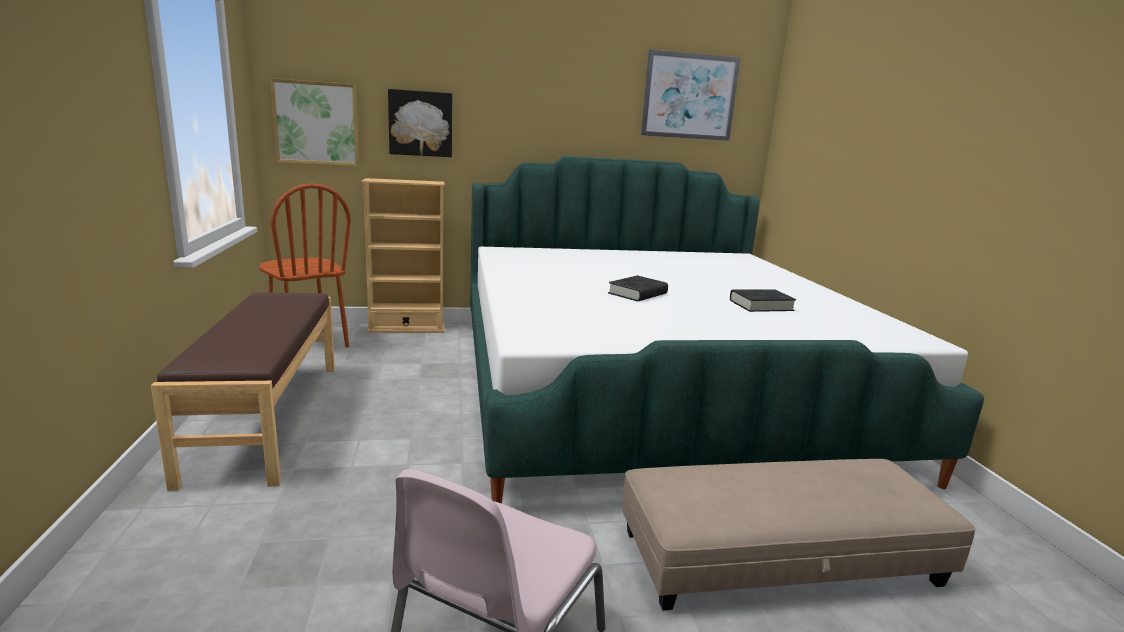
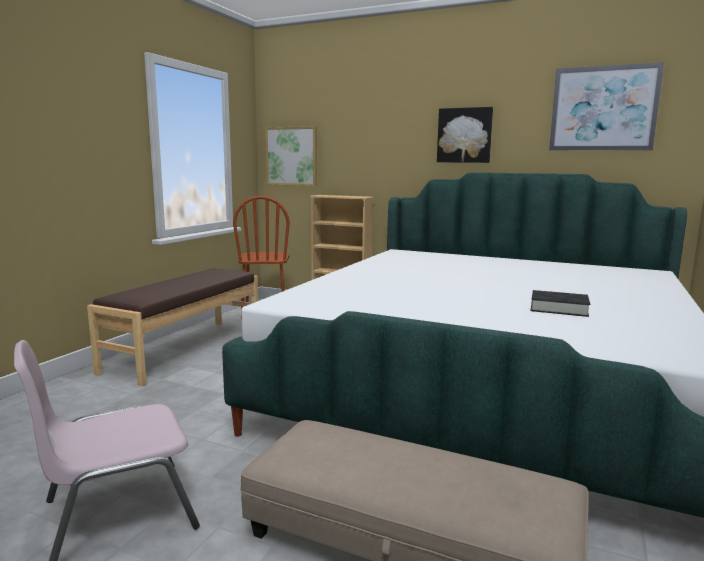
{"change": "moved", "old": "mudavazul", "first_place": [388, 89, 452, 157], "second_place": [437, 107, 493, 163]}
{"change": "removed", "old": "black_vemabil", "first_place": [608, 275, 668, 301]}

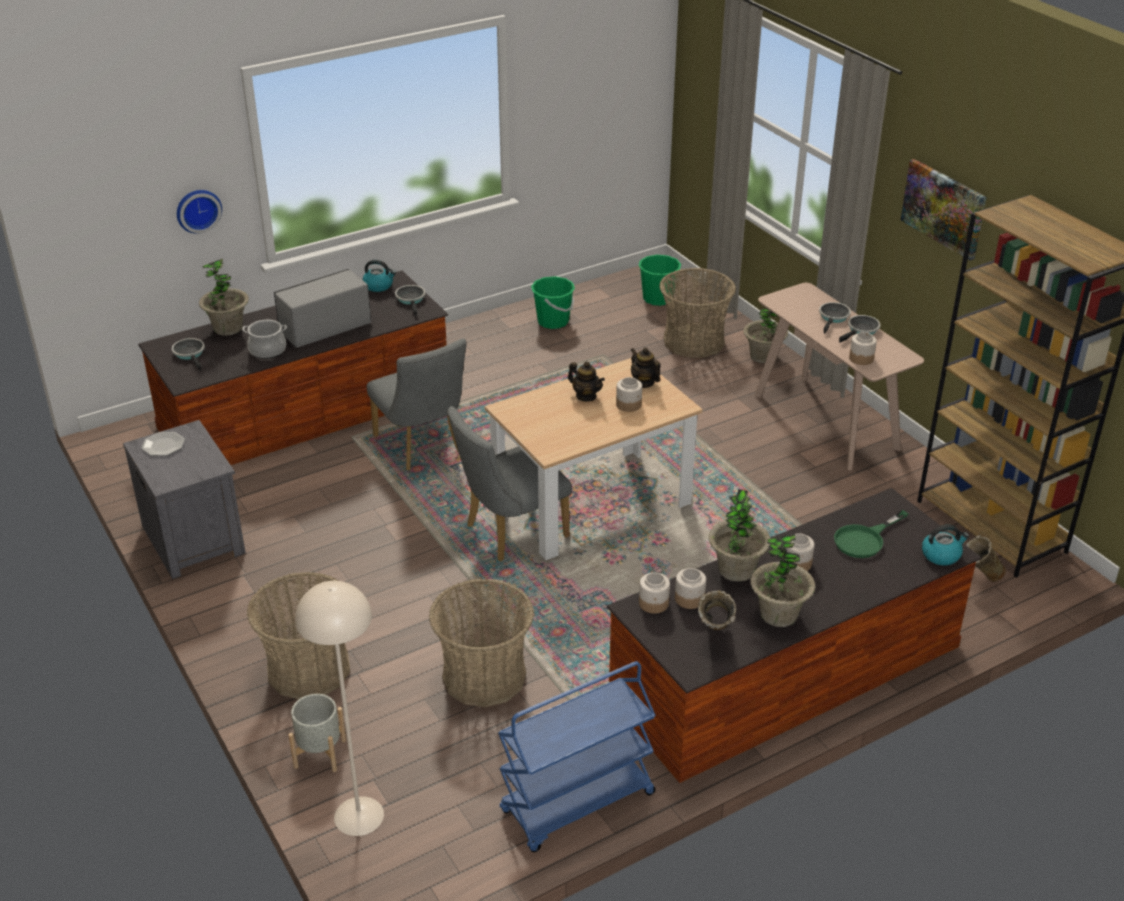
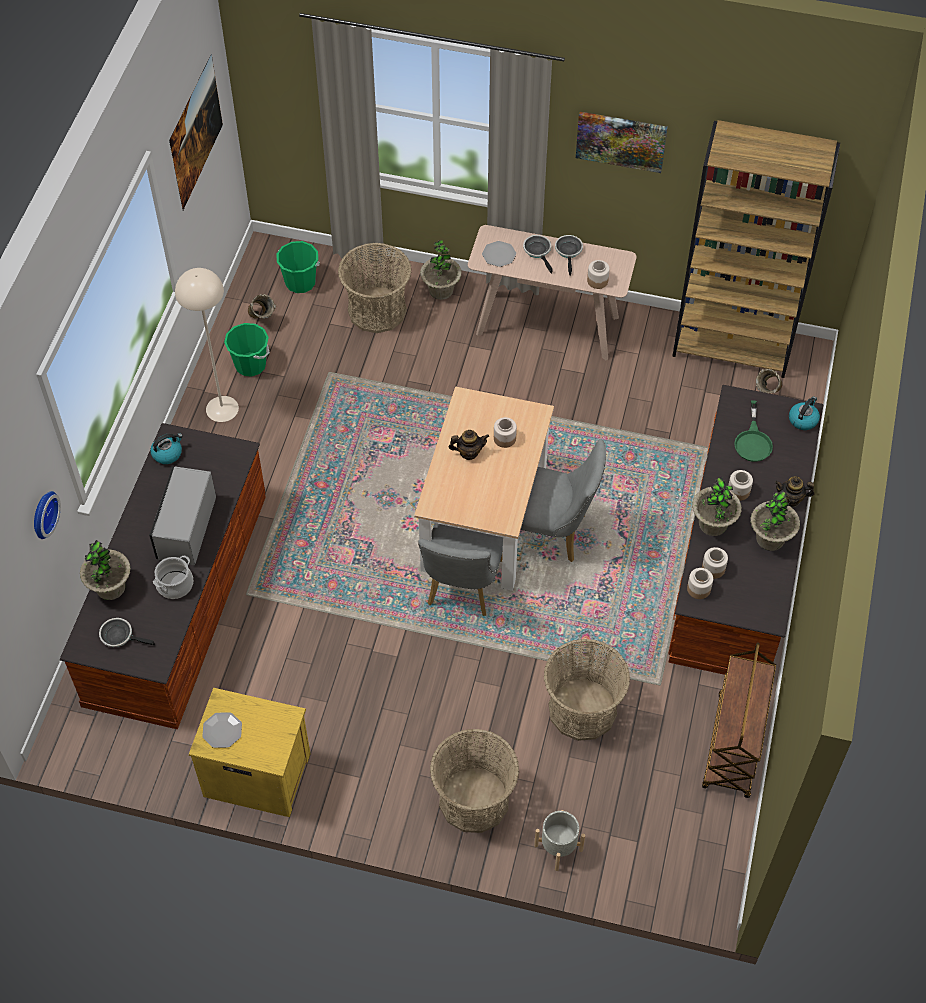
{"change": "added", "new": "mudavazul", "second_place": [169, 54, 223, 210]}
{"change": "moved", "old": "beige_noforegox", "first_place": [295, 581, 384, 836], "second_place": [175, 268, 239, 422]}
{"change": "recoloured", "old": "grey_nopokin", "new": "yellow_nopokin", "first_place": [123, 420, 246, 579], "second_place": [189, 688, 310, 817]}
{"change": "moved", "old": "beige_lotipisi", "first_place": [698, 590, 736, 630], "second_place": [248, 294, 276, 319]}
{"change": "added", "new": "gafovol", "second_place": [482, 241, 516, 267]}
{"change": "moved", "old": "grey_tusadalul", "first_place": [366, 339, 466, 470], "second_place": [521, 439, 606, 562]}
{"change": "recoloured", "old": "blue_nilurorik", "new": "brown_nilurorik", "first_place": [498, 661, 656, 852], "second_place": [702, 643, 776, 798]}
{"change": "moved", "old": "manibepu", "first_place": [631, 348, 661, 388], "second_place": [775, 476, 815, 507]}
{"change": "removed", "old": "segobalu", "first_place": [395, 285, 425, 316]}

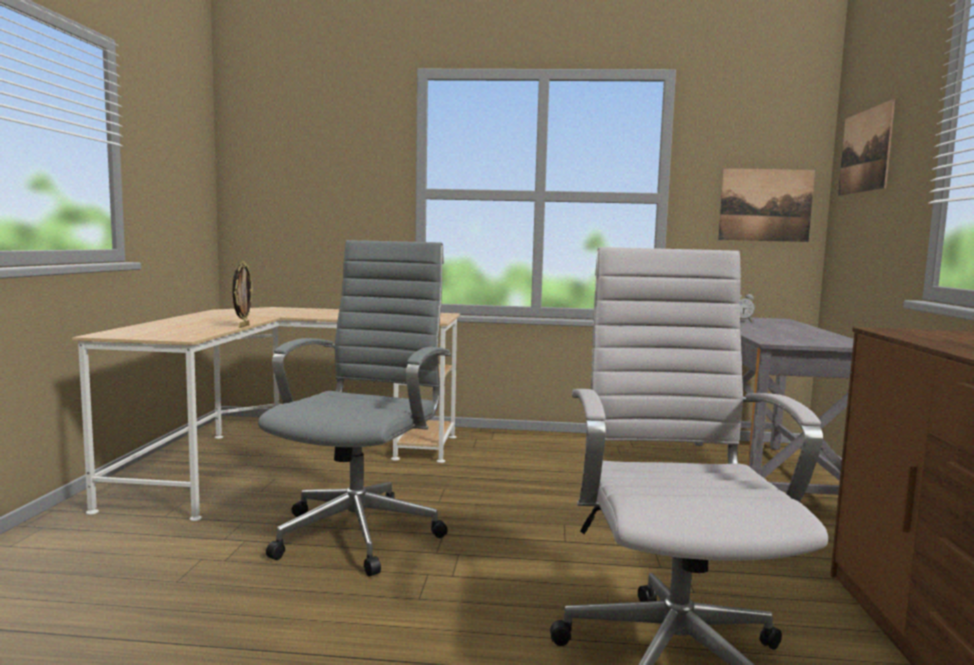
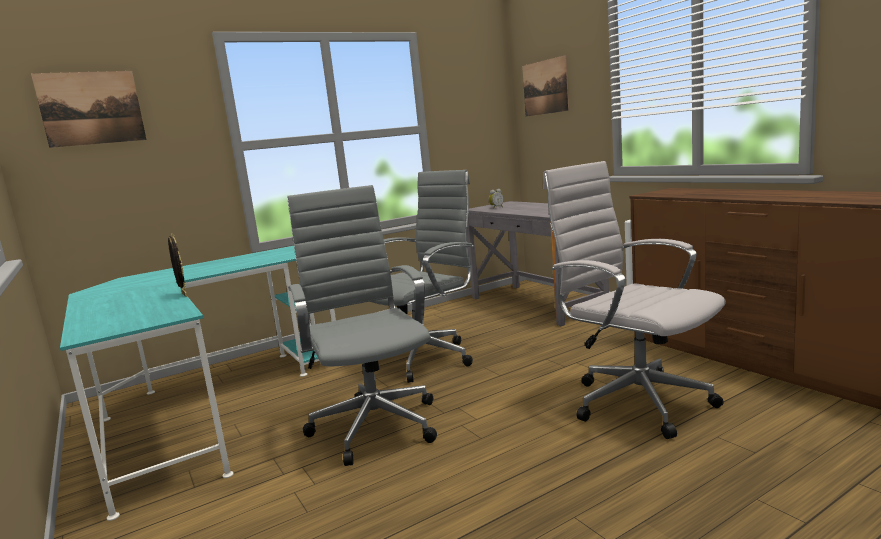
{"change": "moved", "old": "mudavazul", "first_place": [718, 168, 815, 242], "second_place": [31, 71, 147, 148]}
{"change": "recoloured", "old": "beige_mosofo", "new": "turquoise_mosofo", "first_place": [72, 307, 460, 521], "second_place": [60, 246, 336, 521]}
{"change": "added", "new": "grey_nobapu", "second_place": [370, 170, 474, 383]}

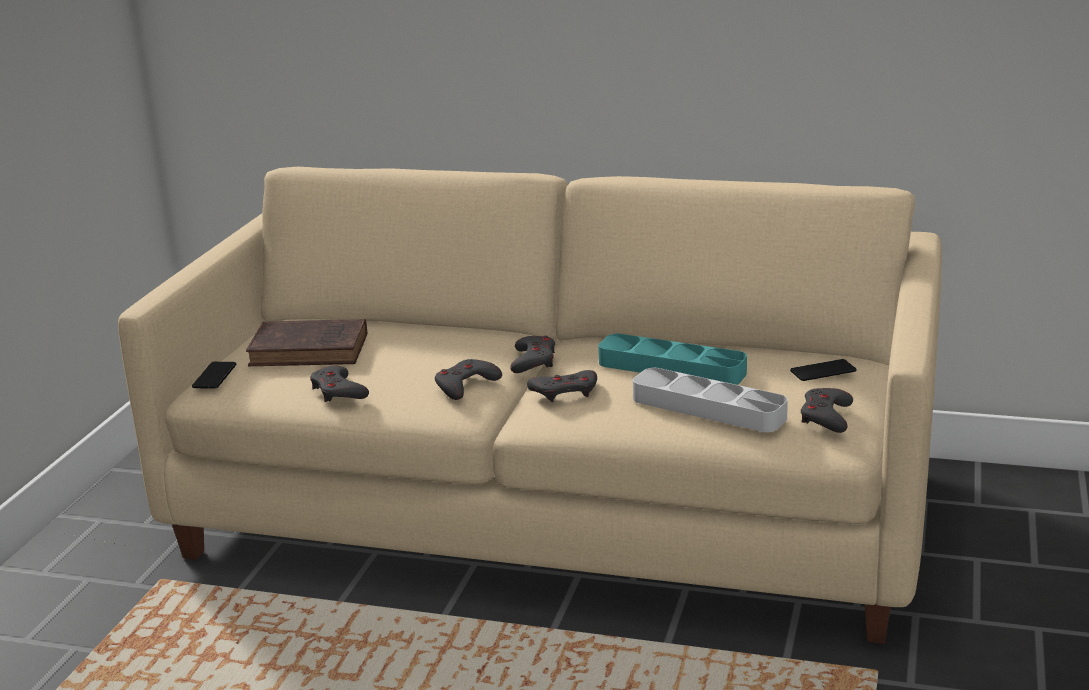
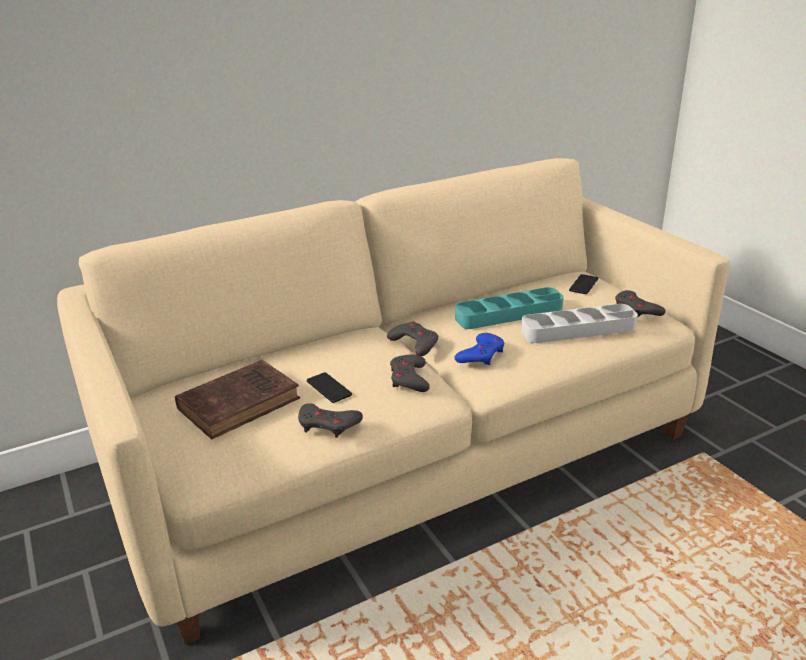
{"change": "moved", "old": "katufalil", "first_place": [192, 362, 236, 389], "second_place": [307, 372, 352, 403]}
{"change": "recoloured", "old": "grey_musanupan", "new": "blue_musanupan", "first_place": [527, 370, 597, 402], "second_place": [455, 333, 504, 365]}

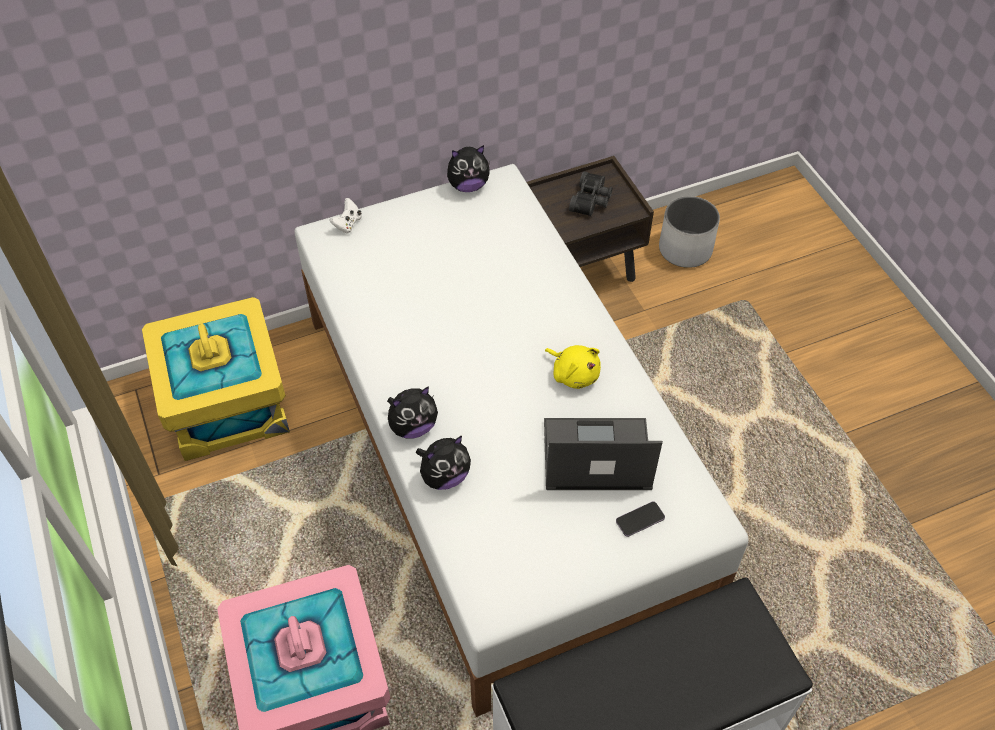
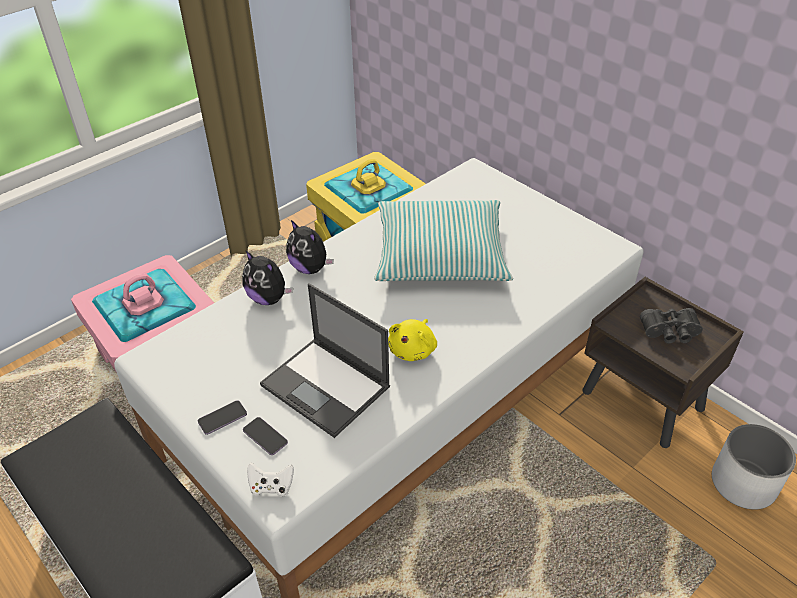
{"change": "added", "new": "katufalil", "second_place": [198, 400, 247, 435]}
{"change": "moved", "old": "white_musanupan", "first_place": [330, 198, 362, 233], "second_place": [247, 463, 294, 497]}
{"change": "turned", "old": "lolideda", "first_place": [544, 418, 663, 490], "second_place": [260, 283, 390, 438], "degrees": 150}
{"change": "added", "new": "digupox", "second_place": [374, 200, 513, 281]}
{"change": "removed", "old": "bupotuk", "first_place": [447, 145, 490, 192]}

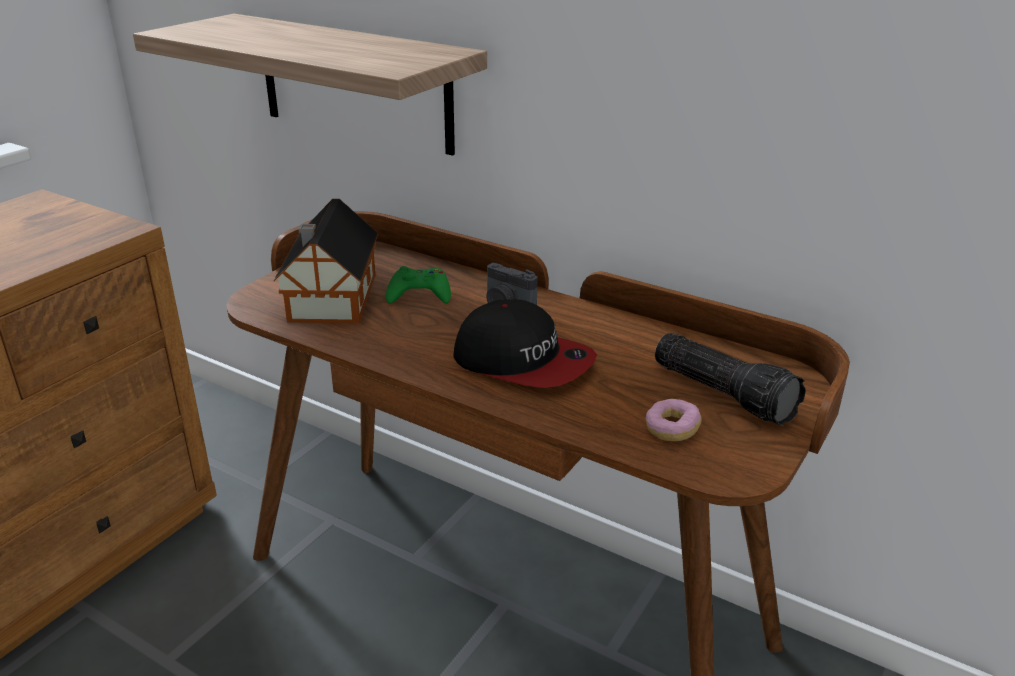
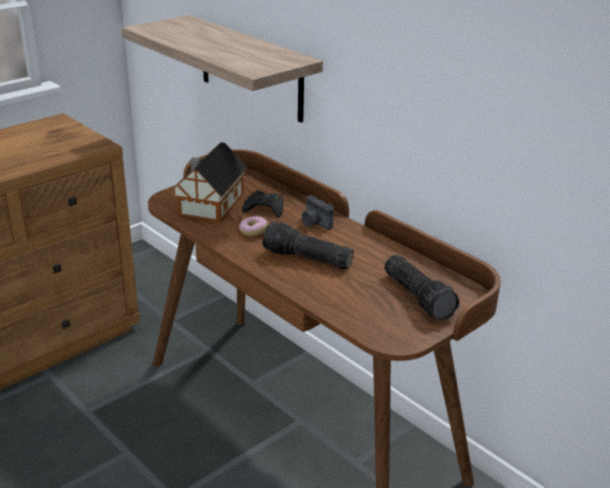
{"change": "moved", "old": "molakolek", "first_place": [645, 399, 702, 441], "second_place": [239, 216, 268, 236]}
{"change": "recoloured", "old": "green_musanupan", "new": "black_musanupan", "first_place": [386, 266, 451, 304], "second_place": [242, 190, 283, 218]}
{"change": "replaced", "old": "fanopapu", "new": "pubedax", "first_place": [454, 299, 597, 388], "second_place": [262, 221, 354, 269]}

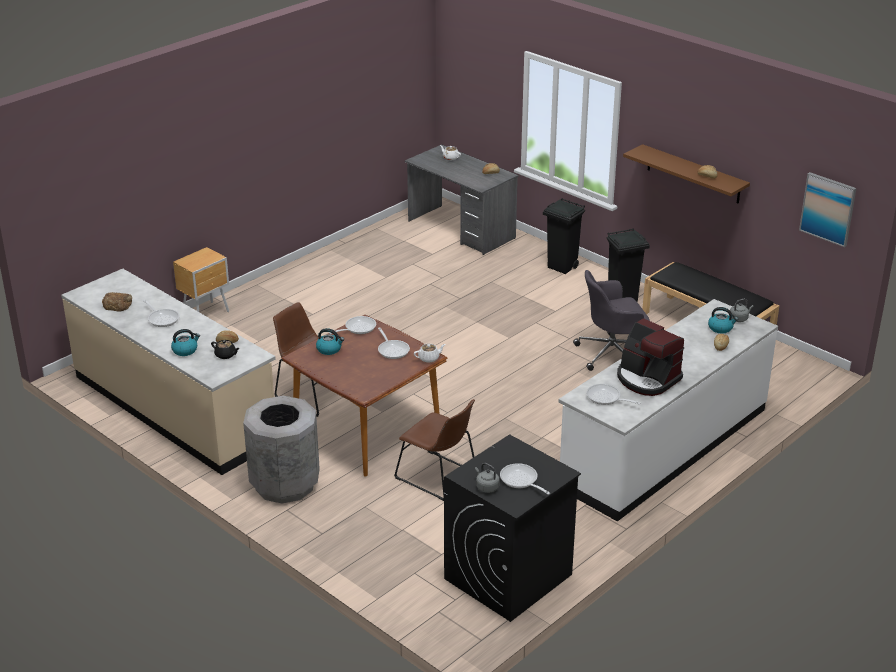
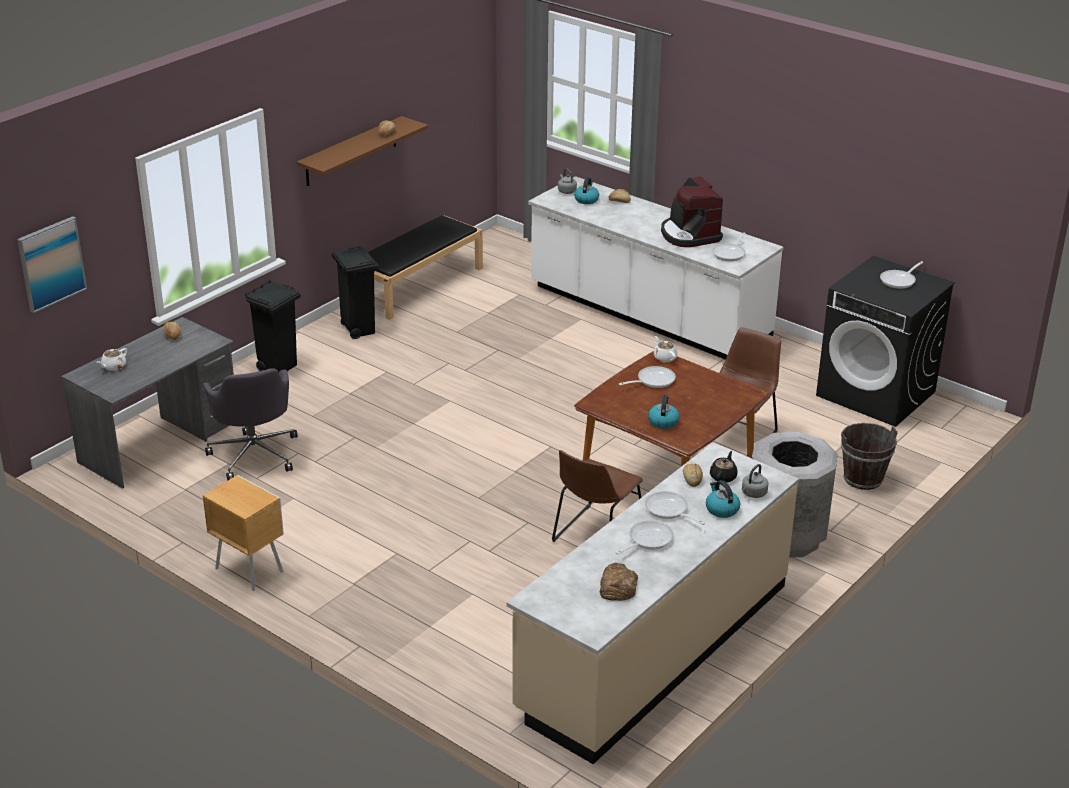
{"change": "moved", "old": "mudavazul", "first_place": [799, 172, 857, 247], "second_place": [17, 216, 87, 313]}
{"change": "moved", "old": "brown_nopokin", "first_place": [173, 247, 229, 312], "second_place": [202, 475, 284, 591]}
{"change": "moved", "old": "grey_nobapu", "first_place": [573, 270, 650, 371], "second_place": [203, 368, 298, 481]}
{"change": "moved", "old": "segobalu", "first_place": [329, 316, 376, 334], "second_place": [645, 491, 705, 525]}
{"change": "turned", "old": "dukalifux", "first_place": [617, 318, 684, 396], "second_place": [661, 176, 723, 247], "degrees": 120}
{"change": "moved", "old": "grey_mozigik", "first_place": [475, 463, 500, 493], "second_place": [742, 464, 769, 498]}
{"change": "added", "new": "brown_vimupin", "second_place": [841, 423, 898, 490]}

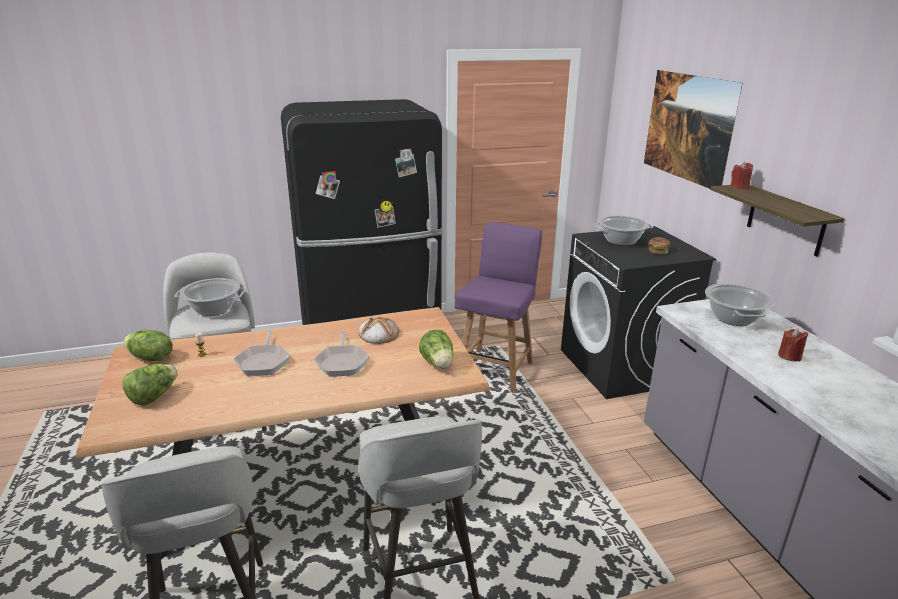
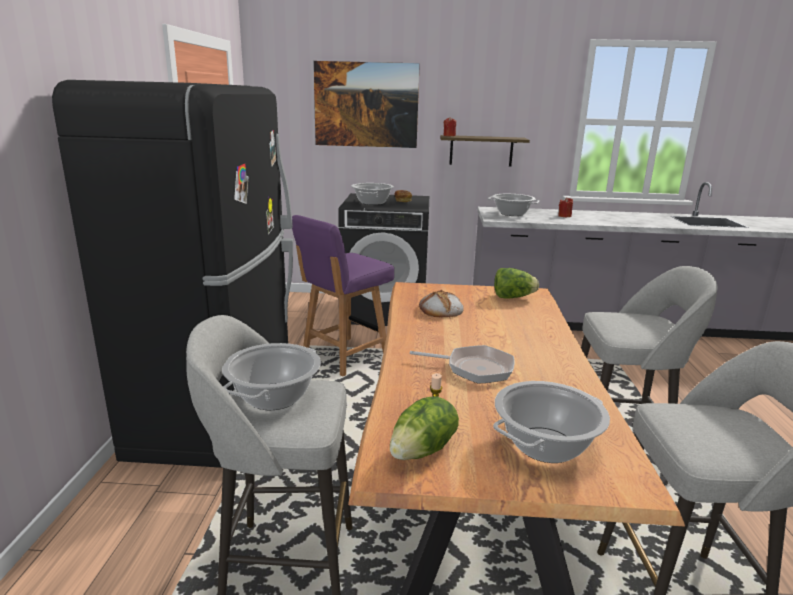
{"change": "turned", "old": "purple_tusadalul", "first_place": [455, 222, 542, 393], "second_place": [292, 215, 394, 377], "degrees": -90}
{"change": "replaced", "old": "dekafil", "new": "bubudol", "first_place": [122, 364, 178, 406], "second_place": [493, 381, 610, 463]}
{"change": "removed", "old": "segobalu", "first_place": [314, 331, 369, 376]}

